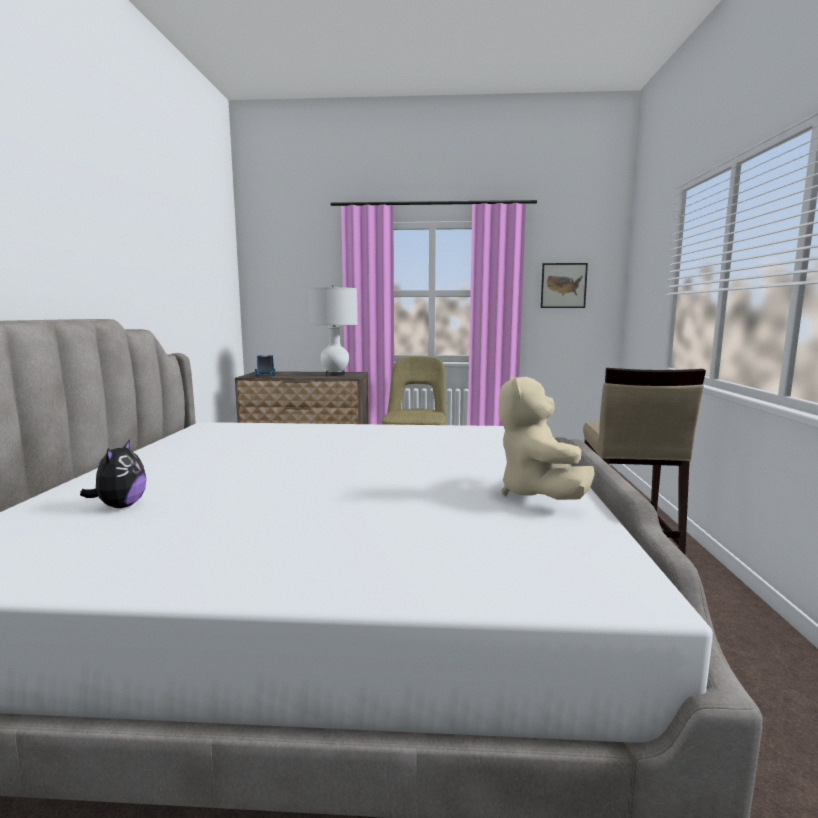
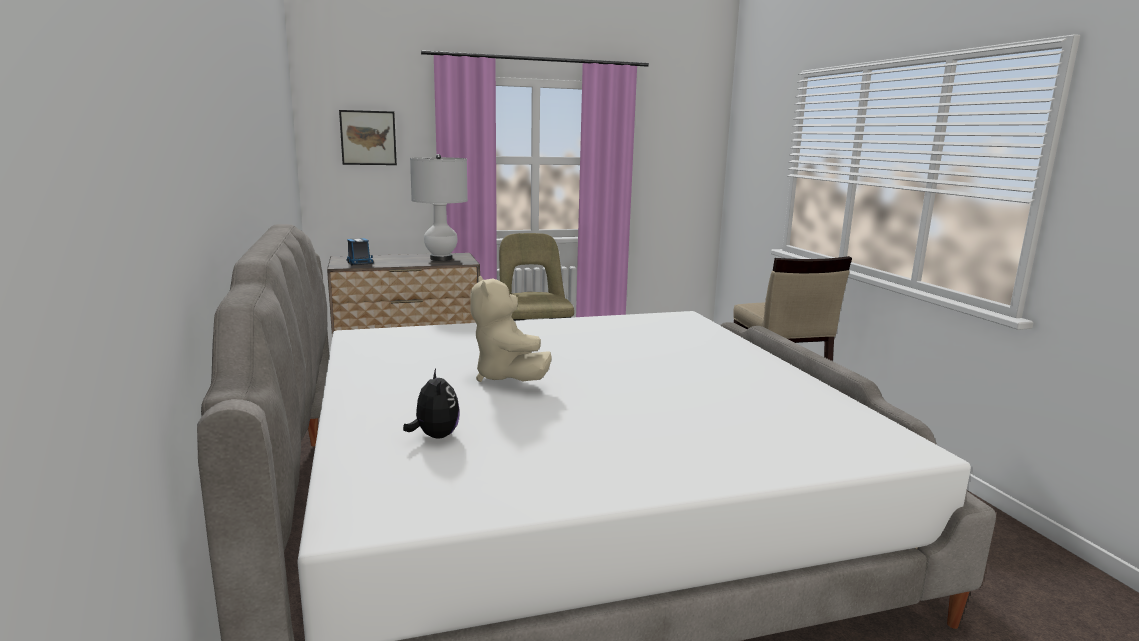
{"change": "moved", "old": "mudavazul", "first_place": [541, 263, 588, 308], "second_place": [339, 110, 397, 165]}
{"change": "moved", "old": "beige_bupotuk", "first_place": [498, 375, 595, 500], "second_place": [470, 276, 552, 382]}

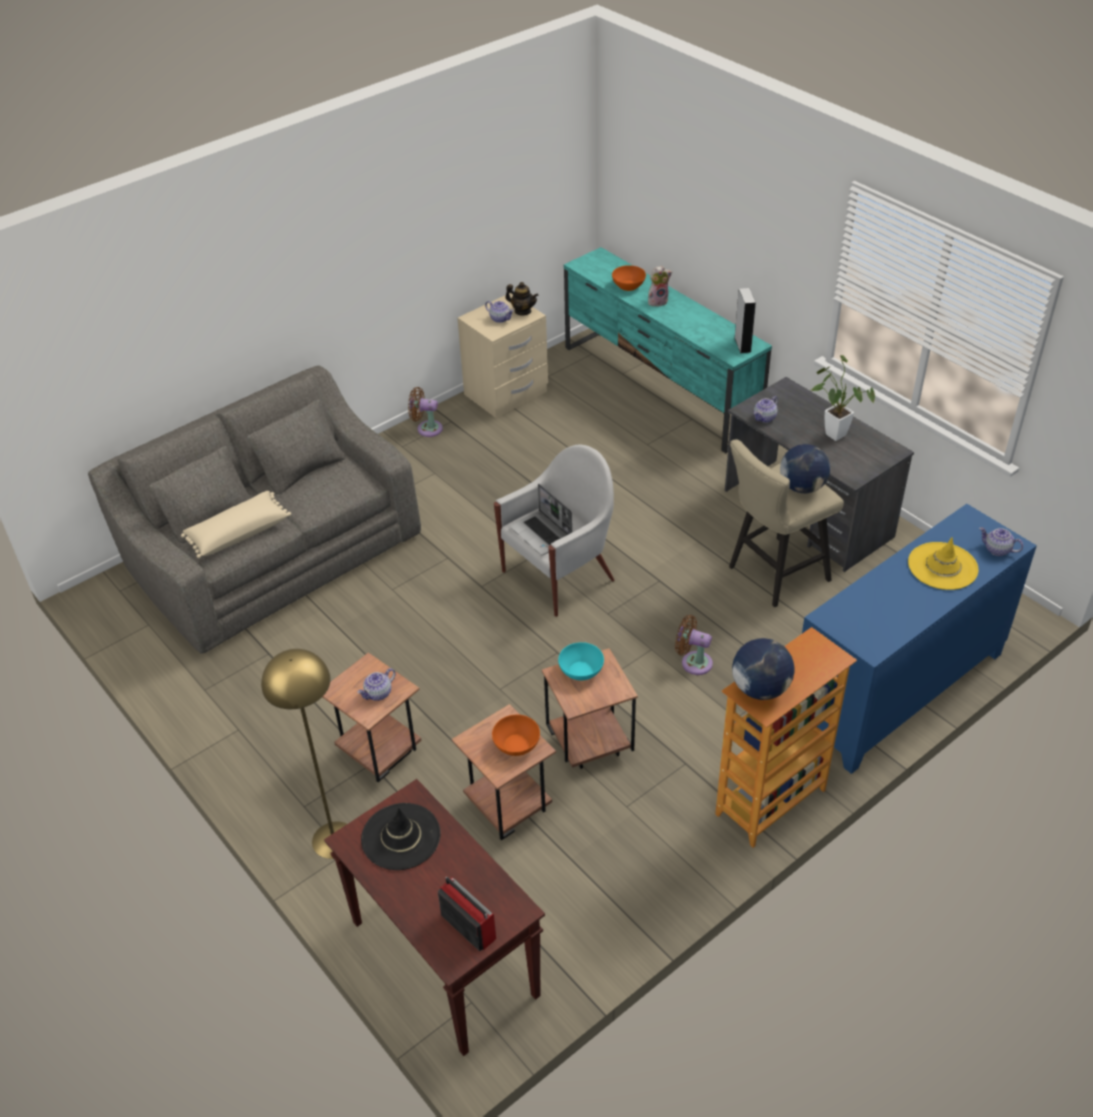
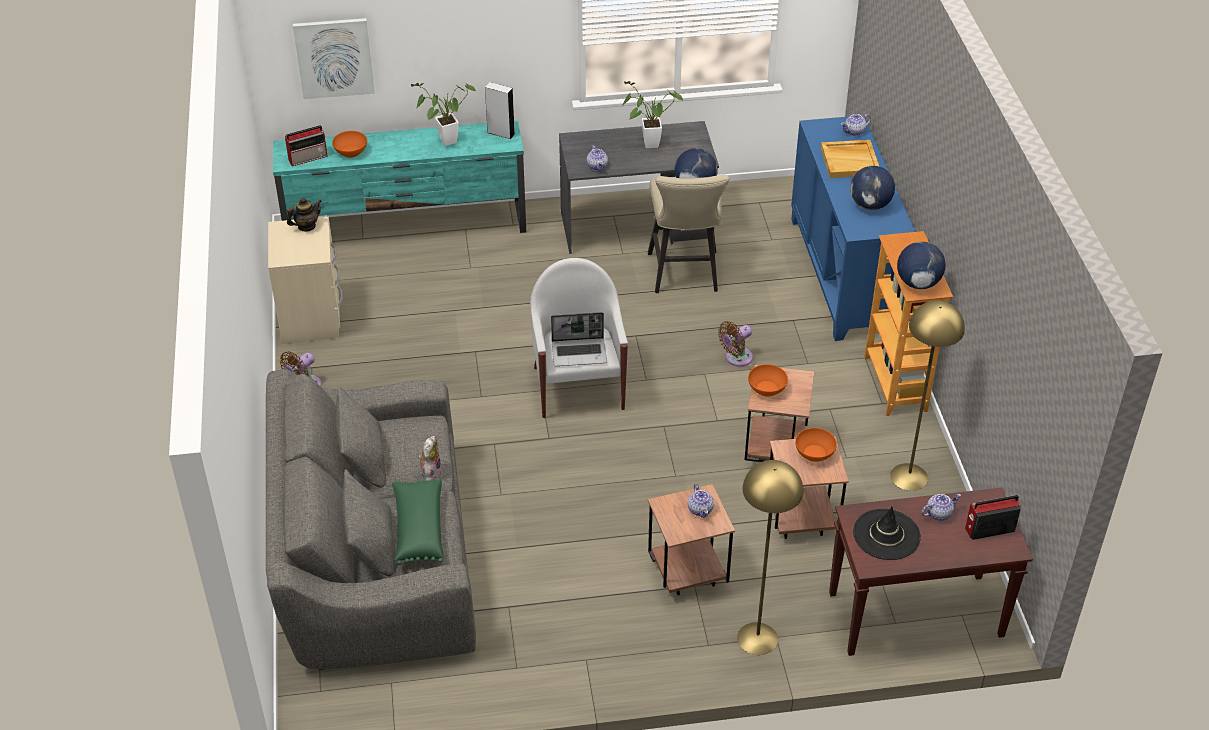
{"change": "added", "new": "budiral", "second_place": [285, 125, 328, 166]}
{"change": "added", "new": "mudavazul", "second_place": [293, 18, 375, 99]}
{"change": "recoloured", "old": "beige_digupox", "new": "green_digupox", "first_place": [181, 491, 291, 558], "second_place": [392, 478, 443, 565]}
{"change": "added", "new": "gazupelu", "second_place": [411, 83, 476, 146]}
{"change": "moved", "old": "bupotuk", "first_place": [648, 266, 672, 307], "second_place": [418, 436, 442, 481]}
{"change": "recoloured", "old": "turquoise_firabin", "new": "orange_firabin", "first_place": [558, 642, 604, 680], "second_place": [748, 364, 788, 397]}
{"change": "replaced", "old": "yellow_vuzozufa", "new": "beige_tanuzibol", "first_place": [908, 537, 978, 590], "second_place": [821, 140, 880, 178]}
{"change": "added", "new": "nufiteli", "second_place": [850, 166, 895, 210]}
{"change": "added", "new": "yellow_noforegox", "second_place": [890, 300, 965, 491]}
{"change": "moved", "old": "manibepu", "first_place": [485, 301, 514, 323], "second_place": [921, 494, 961, 521]}

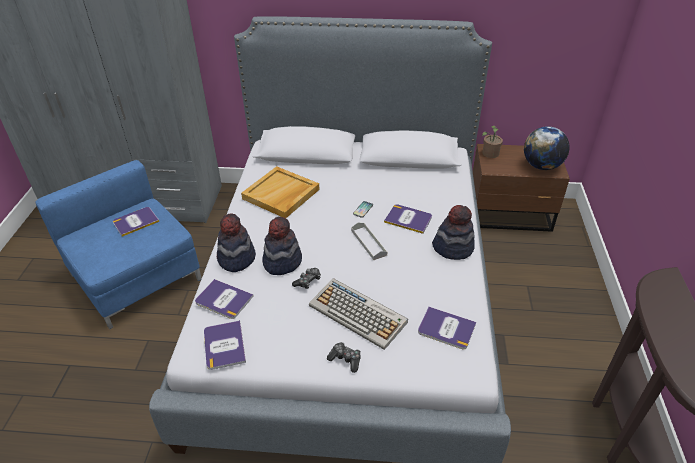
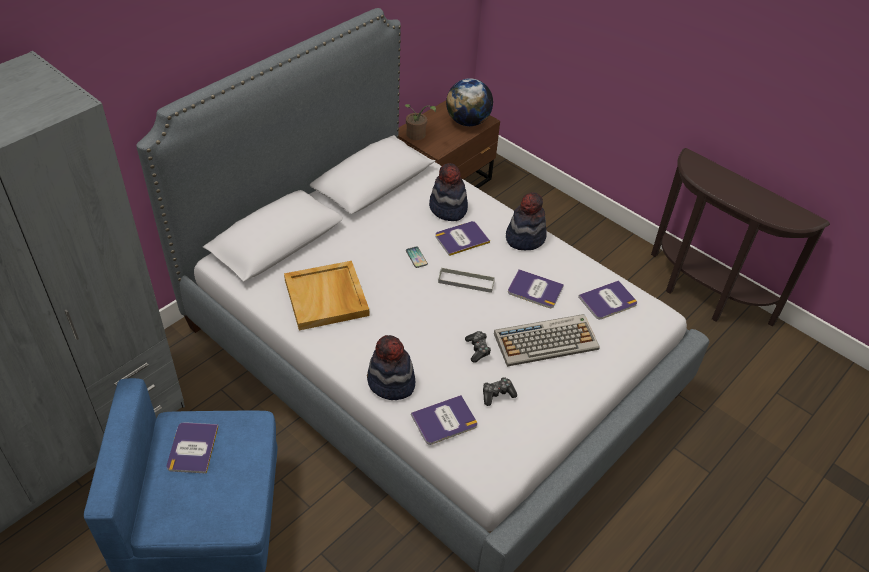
{"change": "moved", "old": "vuzozufa", "first_place": [262, 217, 302, 275], "second_place": [429, 163, 468, 221]}
{"change": "moved", "old": "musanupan", "first_place": [327, 342, 361, 373], "second_place": [483, 377, 517, 406]}
{"change": "moved", "old": "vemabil", "first_place": [204, 320, 246, 370], "second_place": [508, 269, 564, 308]}

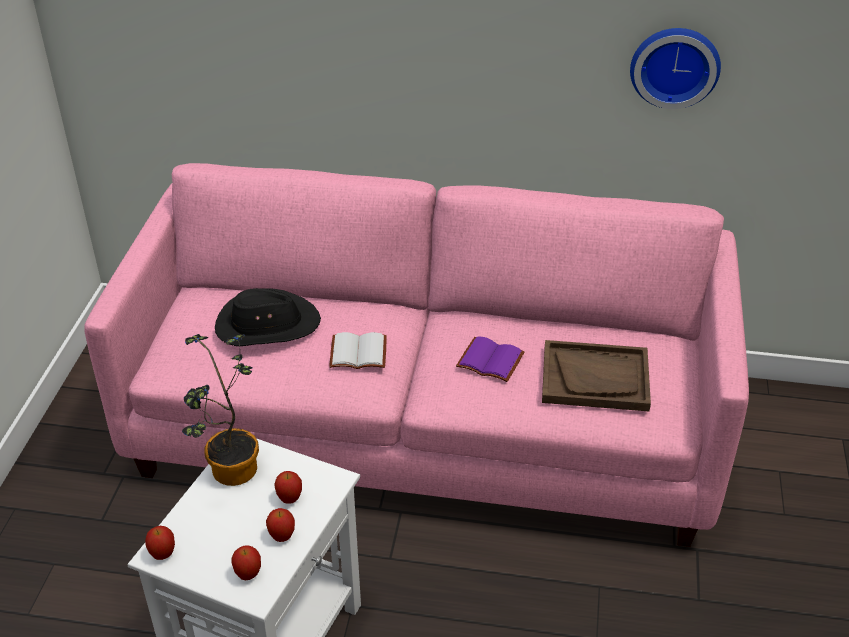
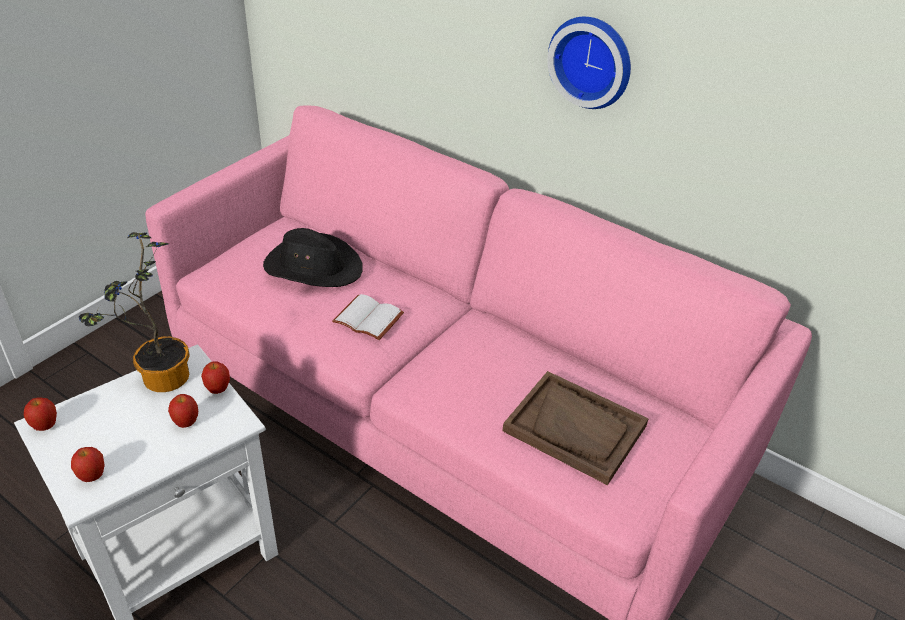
{"change": "moved", "old": "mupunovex", "first_place": [266, 508, 295, 542], "second_place": [201, 361, 230, 394]}
{"change": "moved", "old": "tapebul", "first_place": [630, 28, 721, 109], "second_place": [547, 17, 631, 109]}
{"change": "removed", "old": "purple_vemabil", "first_place": [456, 336, 525, 382]}

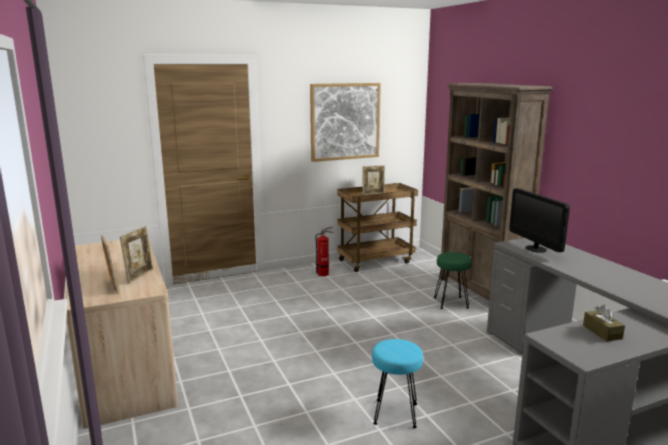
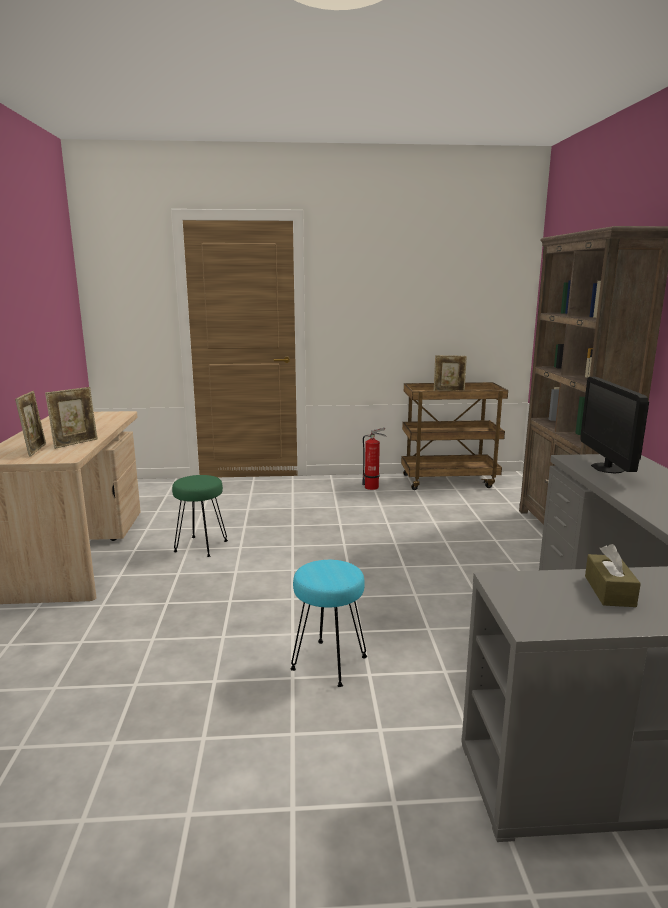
{"change": "moved", "old": "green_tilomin", "first_place": [434, 252, 472, 309], "second_place": [172, 475, 228, 557]}
{"change": "removed", "old": "mudavazul", "first_place": [310, 83, 381, 162]}

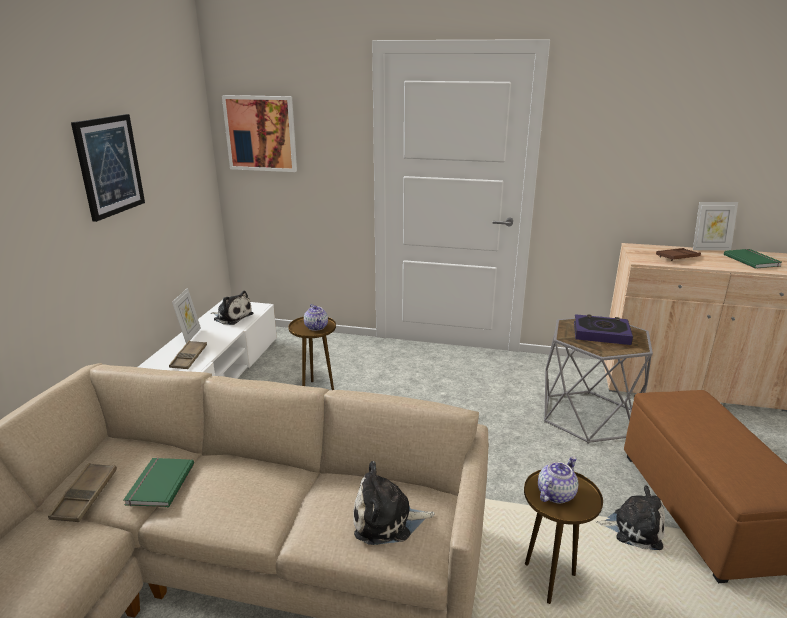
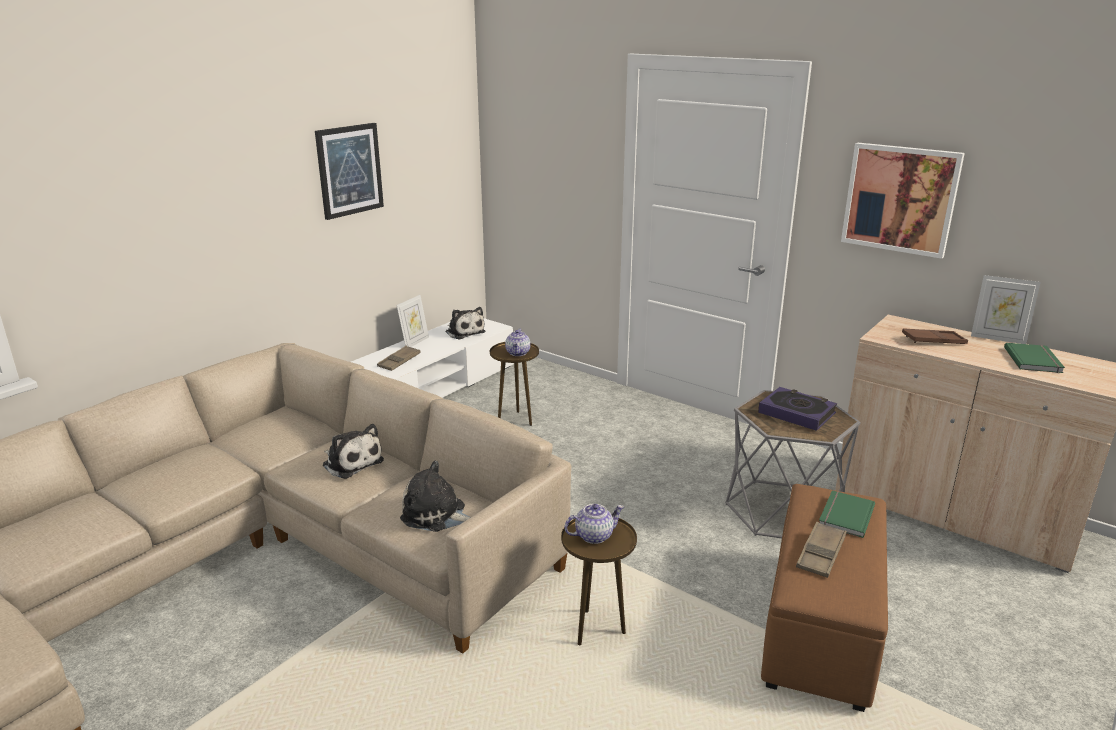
{"change": "moved", "old": "bupotuk", "first_place": [596, 485, 665, 550], "second_place": [322, 424, 384, 479]}
{"change": "moved", "old": "brown_tanuzibol", "first_place": [48, 463, 117, 522], "second_place": [796, 522, 847, 578]}
{"change": "moved", "old": "green_vemabil", "first_place": [123, 458, 194, 507], "second_place": [819, 490, 875, 538]}
{"change": "moved", "old": "mudavazul", "first_place": [222, 95, 297, 172], "second_place": [841, 143, 965, 259]}

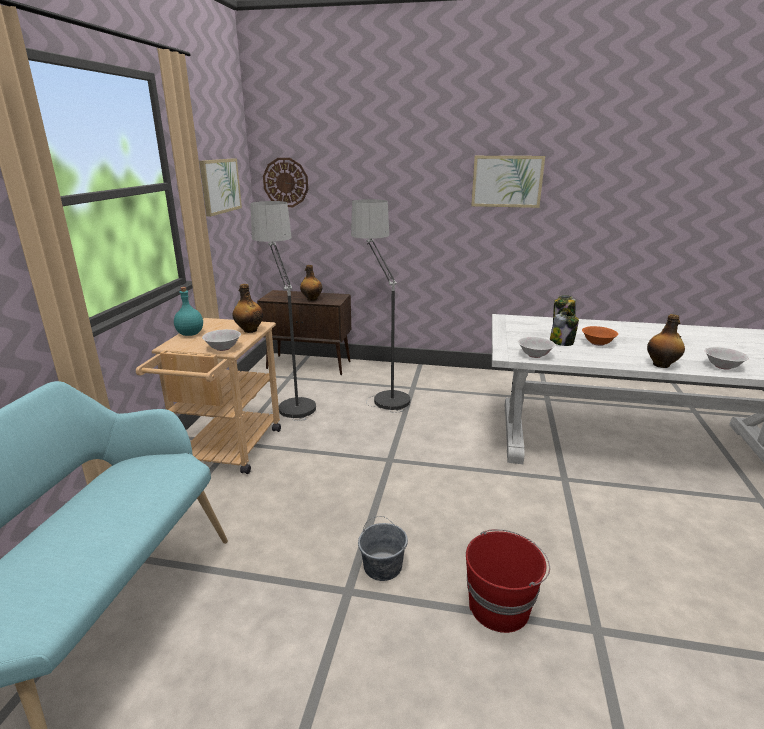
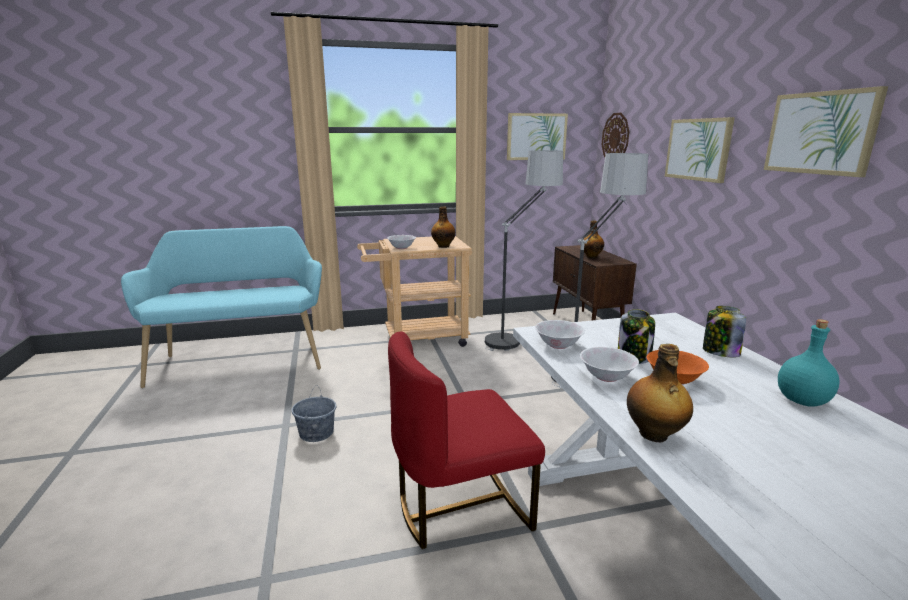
{"change": "added", "new": "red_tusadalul", "second_place": [388, 332, 545, 549]}
{"change": "moved", "old": "white_firabin", "first_place": [705, 347, 749, 370], "second_place": [580, 347, 639, 382]}
{"change": "added", "new": "mudavazul", "second_place": [665, 117, 735, 183]}
{"change": "moved", "old": "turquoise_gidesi", "first_place": [174, 287, 203, 336], "second_place": [778, 319, 840, 407]}
{"change": "removed", "old": "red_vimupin", "first_place": [466, 529, 550, 633]}

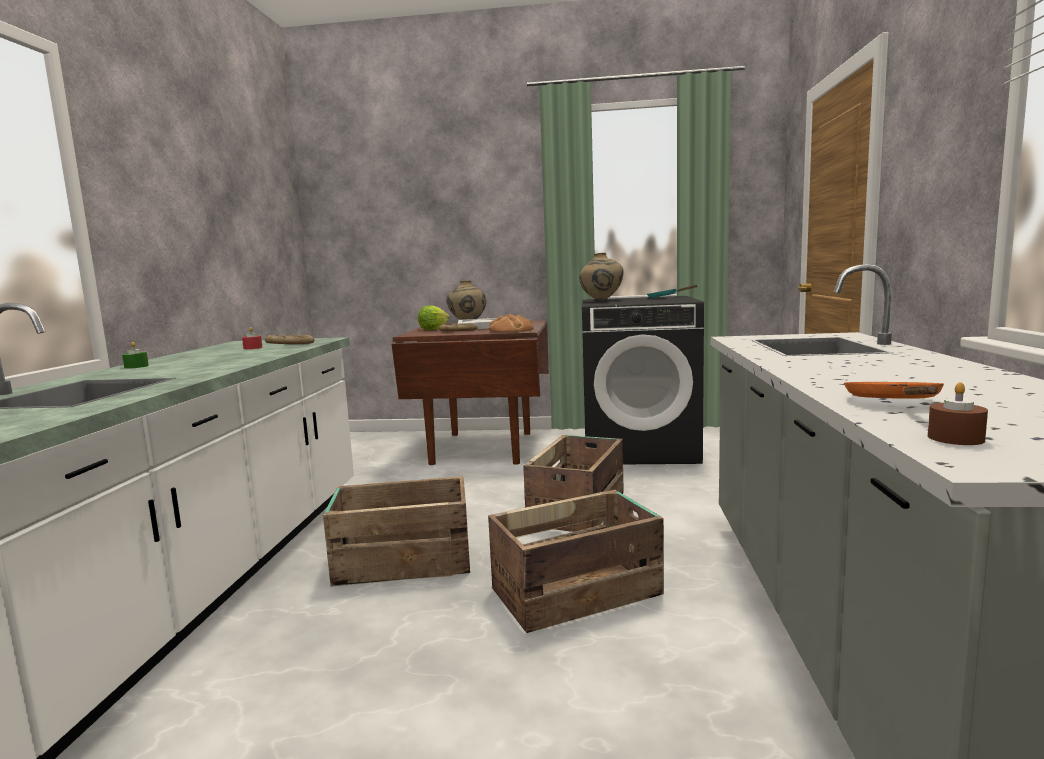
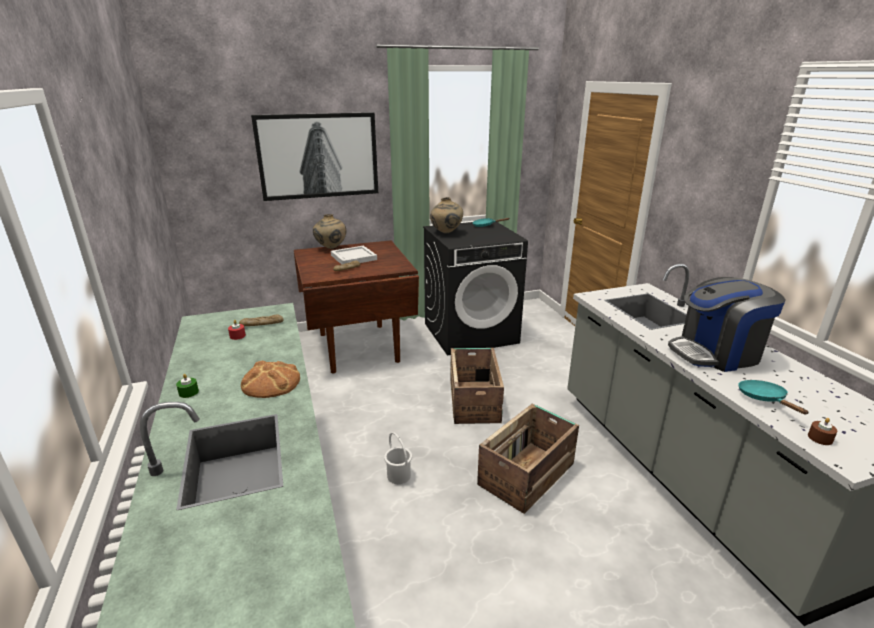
{"change": "moved", "old": "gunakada", "first_place": [489, 314, 534, 332], "second_place": [241, 361, 300, 398]}
{"change": "added", "new": "mudavazul", "second_place": [251, 112, 378, 201]}
{"change": "replaced", "old": "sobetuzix", "new": "white_vimupin", "first_place": [323, 476, 470, 587], "second_place": [384, 432, 412, 484]}
{"change": "added", "new": "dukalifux", "second_place": [668, 277, 785, 372]}
{"change": "recoloured", "old": "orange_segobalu", "new": "turquoise_segobalu", "first_place": [844, 382, 944, 399], "second_place": [738, 380, 809, 414]}
{"change": "removed", "old": "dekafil", "first_place": [418, 305, 449, 330]}

